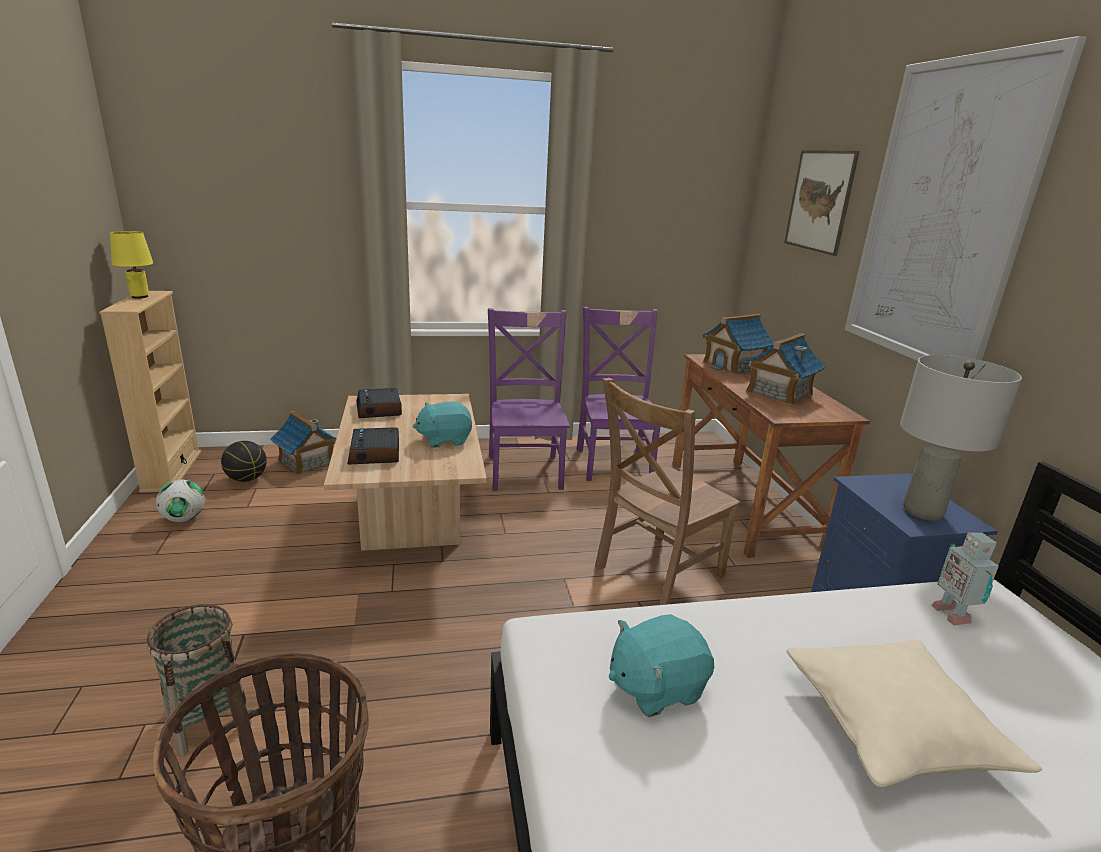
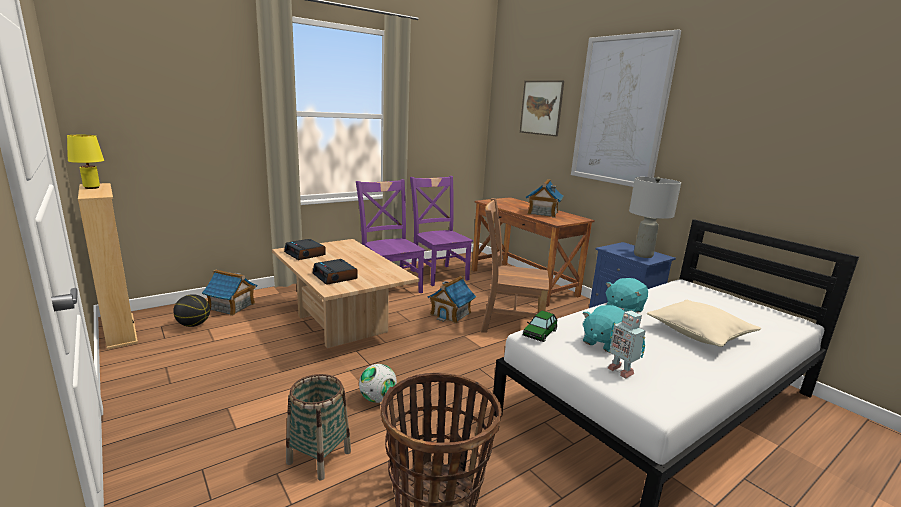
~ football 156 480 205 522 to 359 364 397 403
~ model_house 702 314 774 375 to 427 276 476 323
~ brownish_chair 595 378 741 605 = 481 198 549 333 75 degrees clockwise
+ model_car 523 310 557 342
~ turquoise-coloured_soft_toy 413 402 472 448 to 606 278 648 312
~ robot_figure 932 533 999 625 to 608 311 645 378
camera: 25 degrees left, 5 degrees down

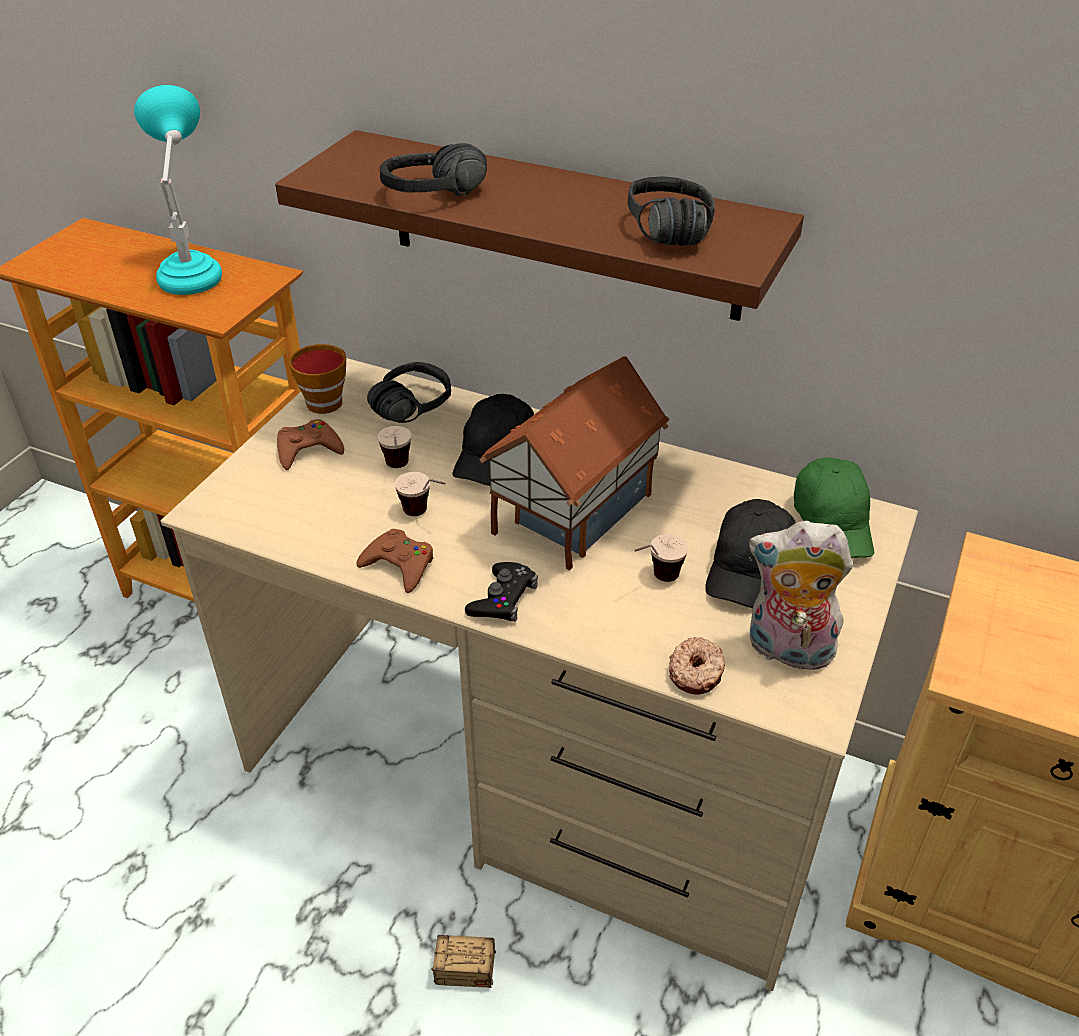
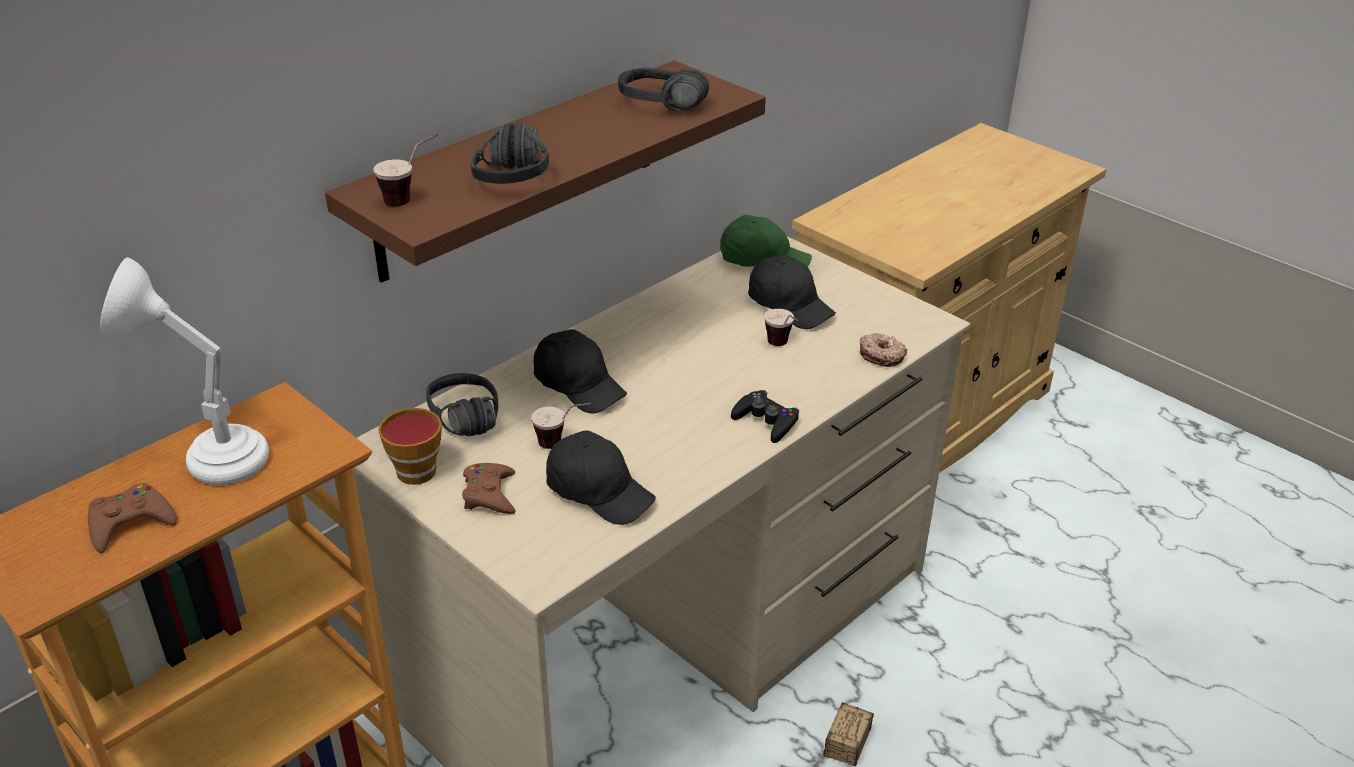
~ brownish_game_controller 356 529 433 593 to 88 483 177 553
~ turquoise-coloured_tabletop_lamp 134 85 222 295 to white_tabletop_lamp 100 257 269 485
~ drinking_cup 395 472 446 516 to 373 133 438 206
+ black-coloured_peaked_cap 546 431 656 525
- model_house 479 356 669 570
- soft_toy 749 521 853 675
camera: 70 degrees left, 5 degrees down

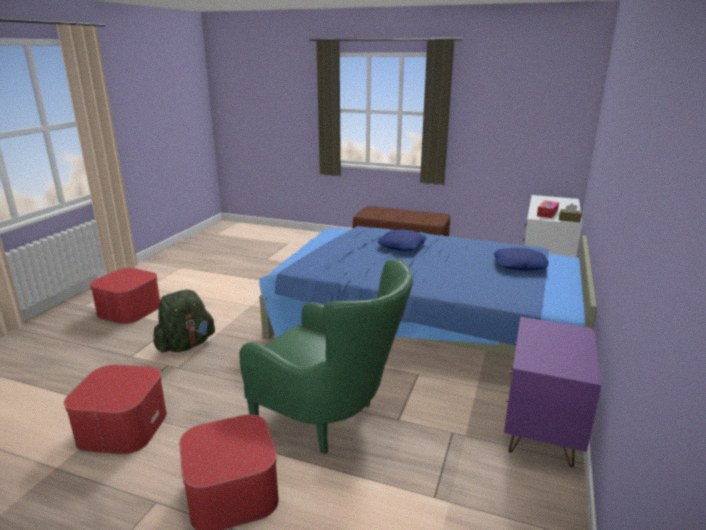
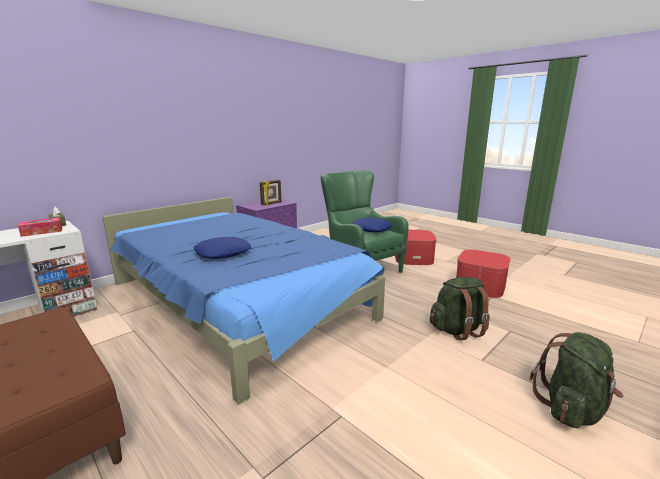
+ standing_frame 260 180 281 205
~ blue-coloured_pillow 494 248 549 271 to 352 218 392 232
~ footrest 90 268 160 324 to green-coloured_rucksack 530 332 623 428
camera: 155 degrees left, 5 degrees down

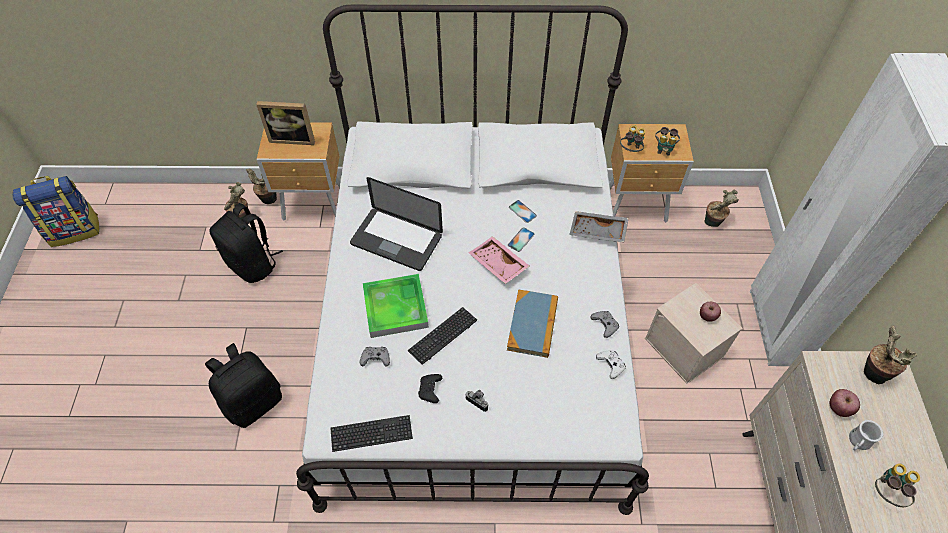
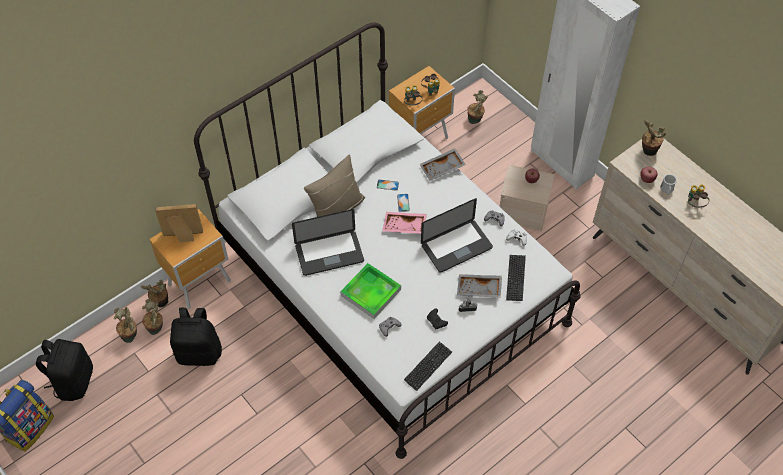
~ black-coloured_rucksack 205 343 282 428 to 36 339 93 401
+ potted_plant 114 307 137 343
~ standing_frame 256 101 315 145 = 155 204 203 242 150 degrees counterclockwise
+ beige-coloured_pillow 304 154 365 217
~ bound_book 507 289 558 358 to notebook_computer 421 198 493 273
+ grey_serving_tray 457 274 502 297
~ computer_keyboard 408 307 477 365 to 506 255 526 301
camera: 40 degrees left, 0 degrees up

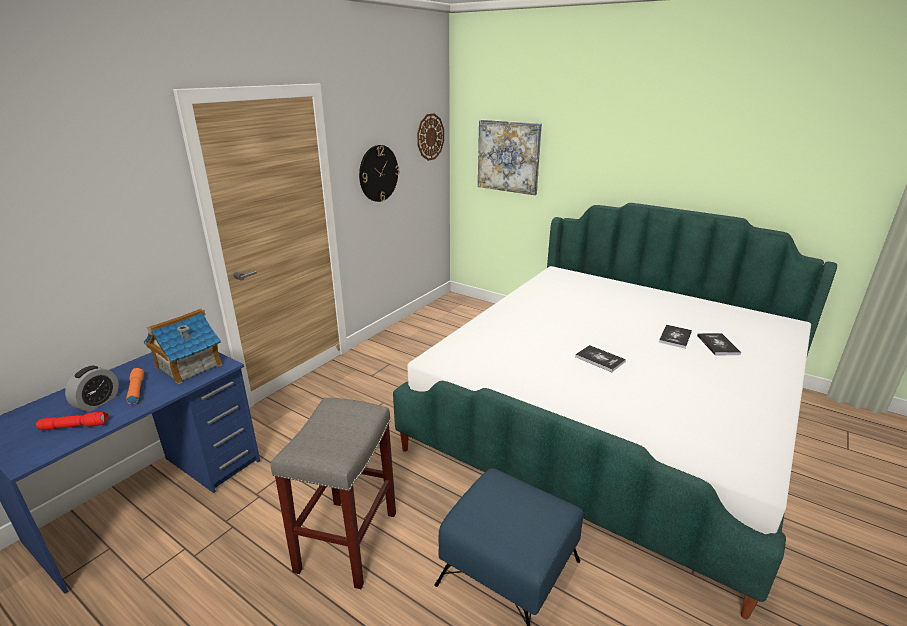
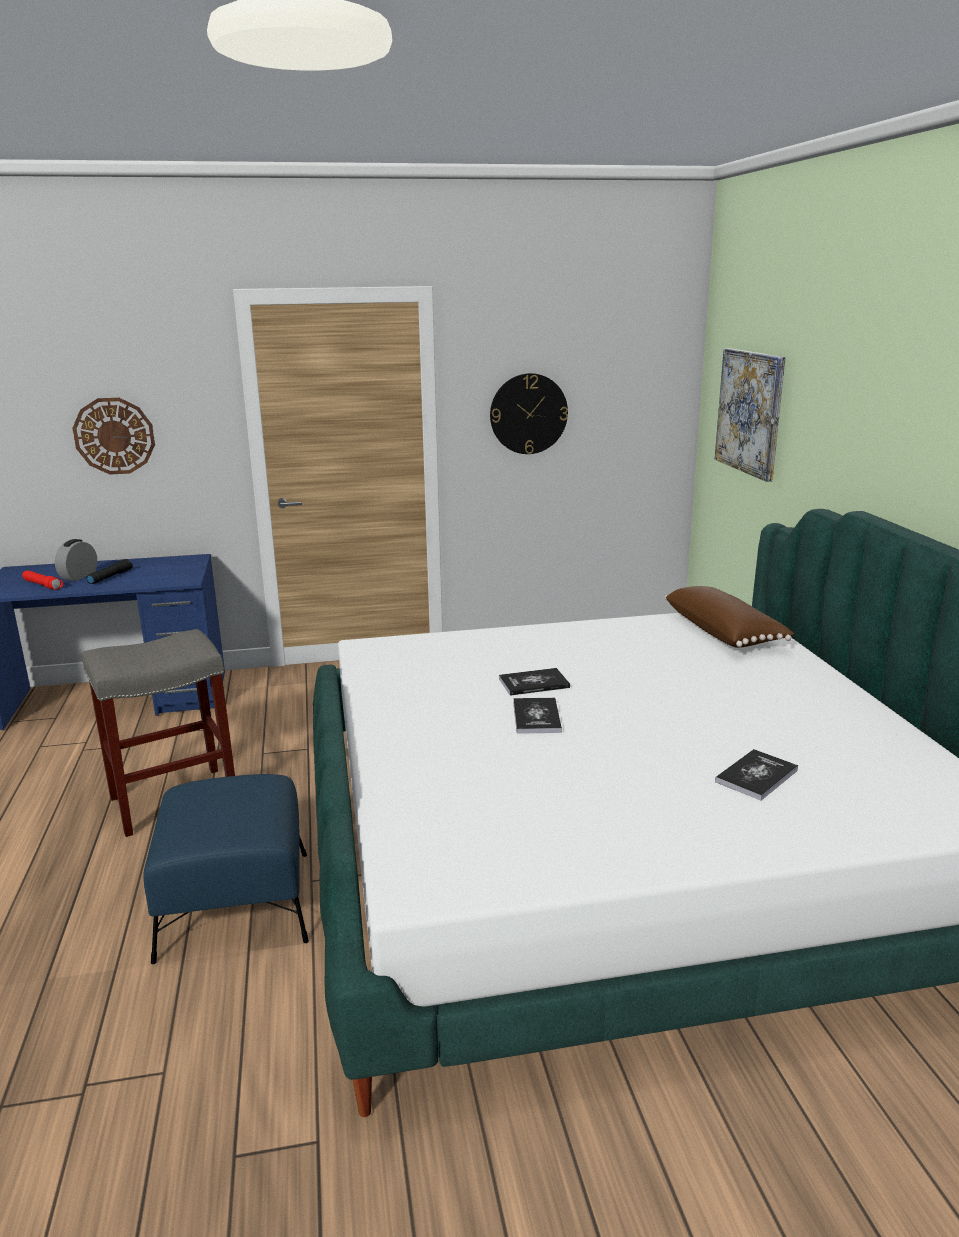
~ bedside_clock 65 365 119 412 = 55 539 97 581 135 degrees clockwise
~ clock_on_the_wall 417 113 444 161 to 73 398 155 475
~ orange_torch 126 368 144 404 to black-coloured_torch 86 559 133 584
~ bound_book 659 325 692 348 to 499 668 570 696
+ brownish_pillow 665 586 794 648
- model_house 144 308 222 384
camera: 45 degrees right, 5 degrees down

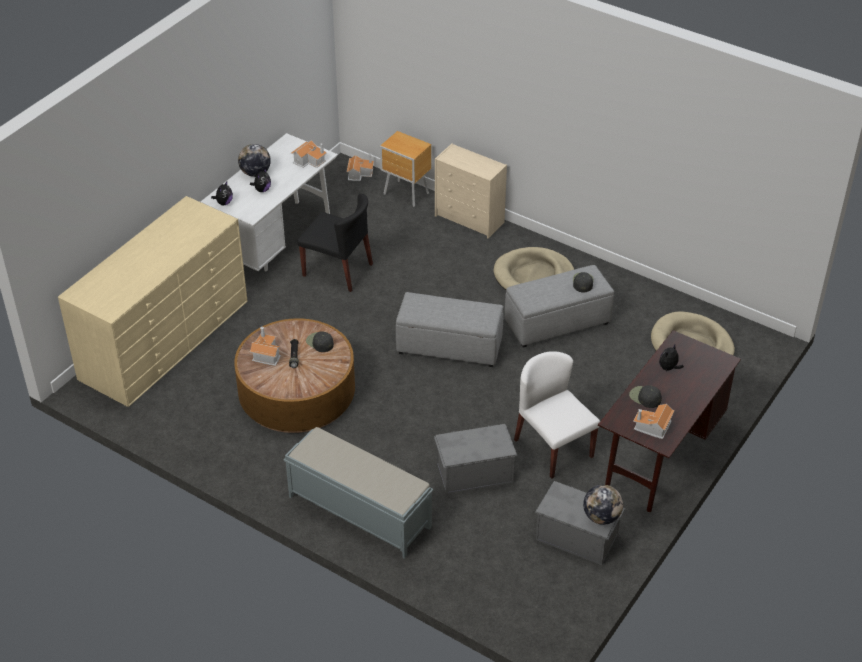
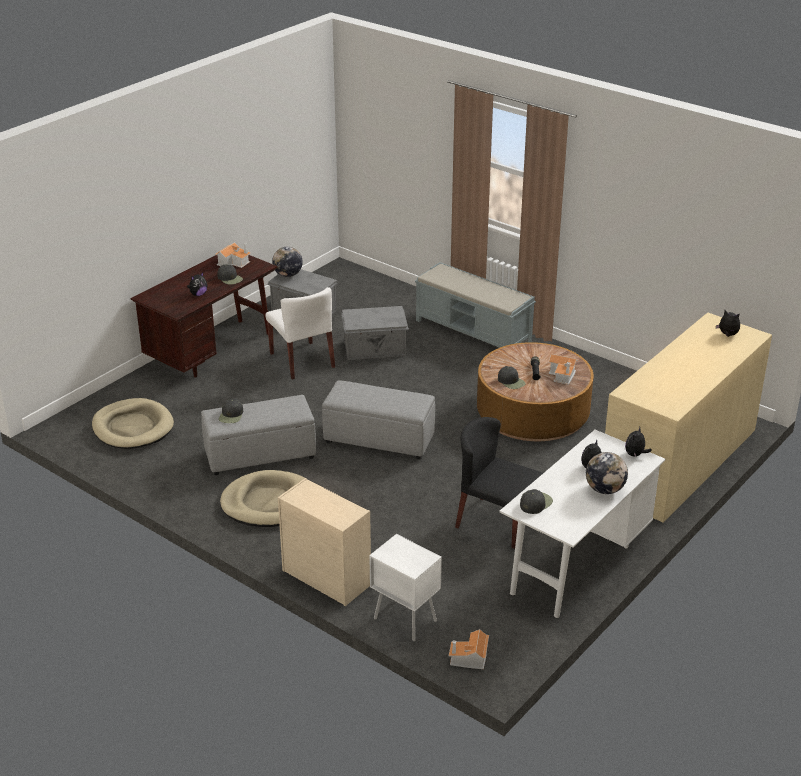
~ brownish_night_table 380 131 431 207 to white_night_table 369 534 442 641
~ model_house 291 140 327 168 to black-coloured_peaked_cap 520 489 553 514
+ soft_toy 716 310 740 337
camera: 175 degrees left, 10 degrees down

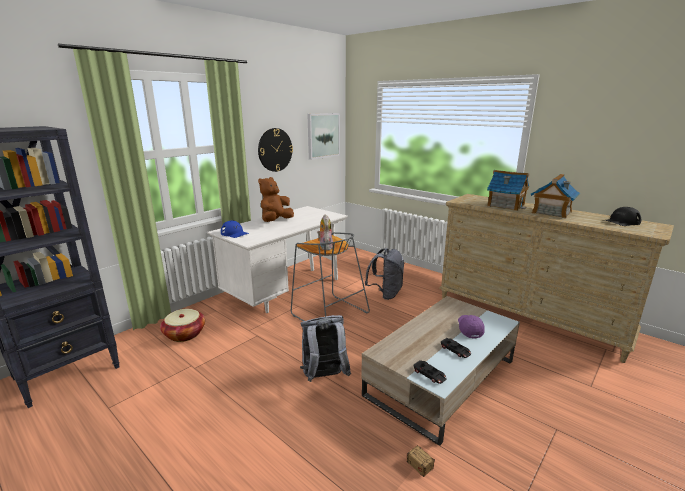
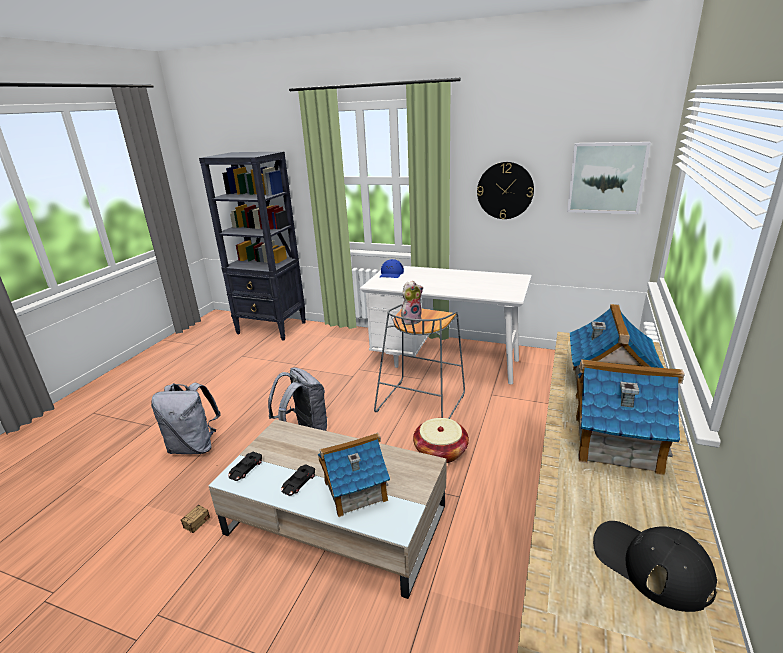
~ grey_rucksack 365 248 405 300 to 151 383 221 454
~ purple-coloured_peaked_cap 458 315 485 339 to model_house 318 433 390 517
~ household_basket 160 309 205 342 to 413 418 469 463
- brownish_soft_toy 258 177 294 222
camera: 70 degrees right, 5 degrees up

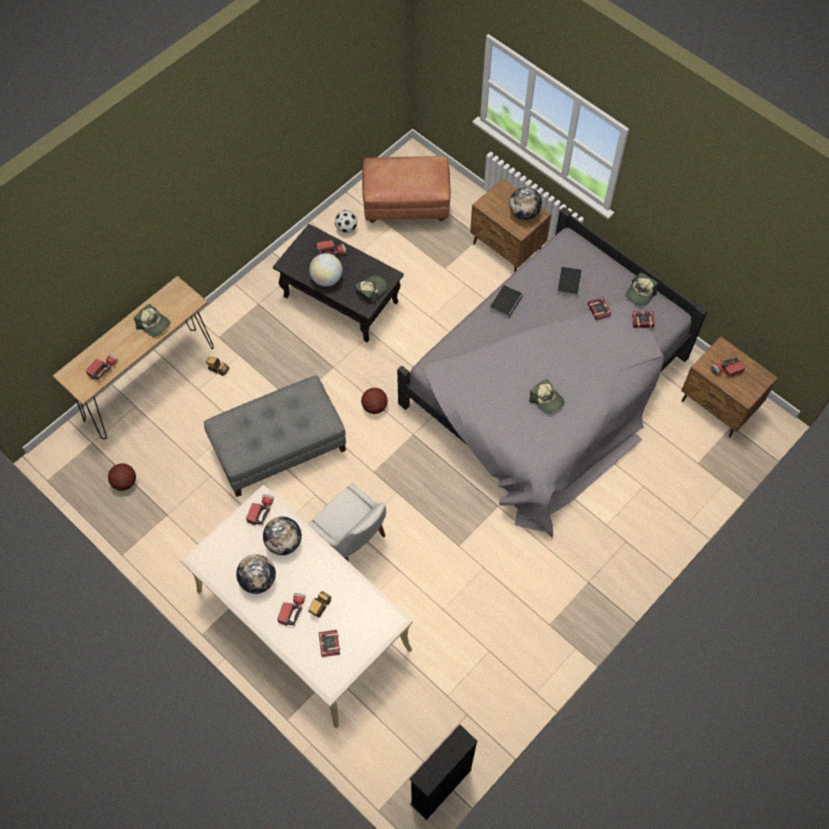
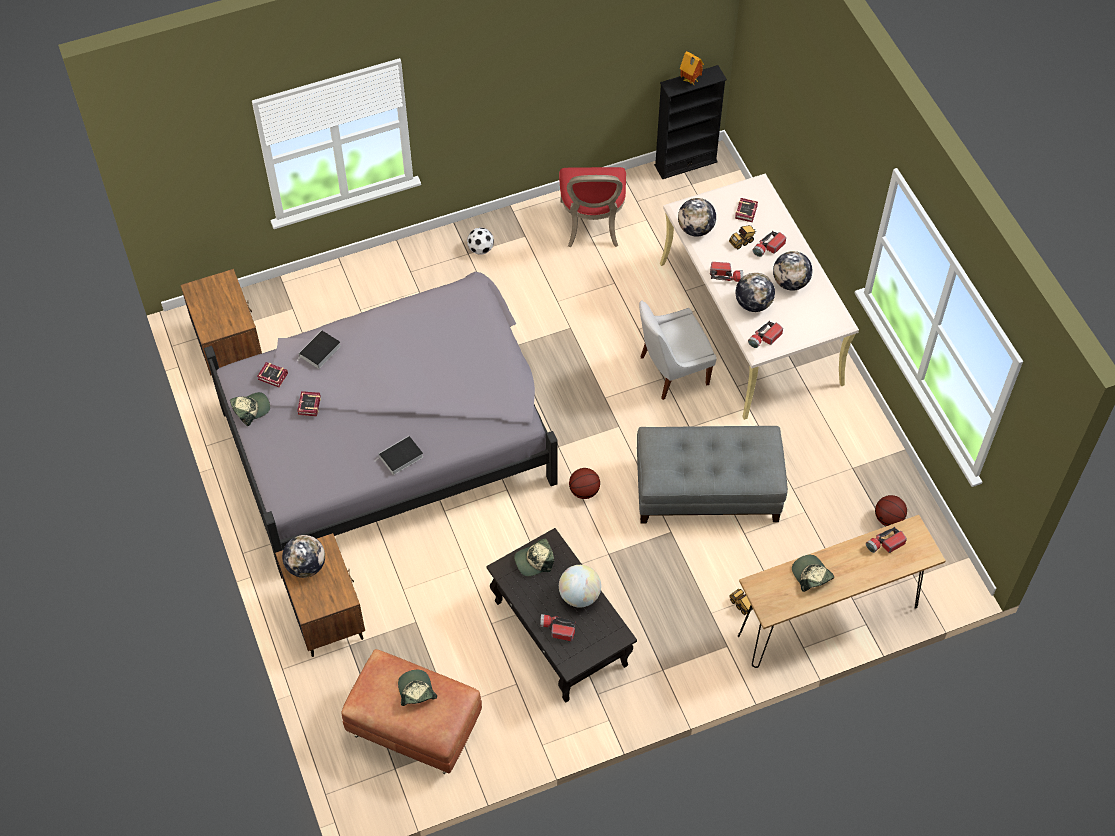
~ bound_book 557 267 583 297 to 296 330 341 369
~ peaked_cap 529 379 565 414 to 398 670 437 706
~ football 335 210 357 233 to 467 228 494 255
+ reddish_chair 559 167 626 248
~ white_chair 308 483 386 562 = 639 300 717 400 90 degrees counterclockwise
+ world_globe 678 198 716 237
+ model_house 680 51 704 85
~ torch 711 357 745 377 to 710 262 744 282
camera: 155 degrees left, 5 degrees down

